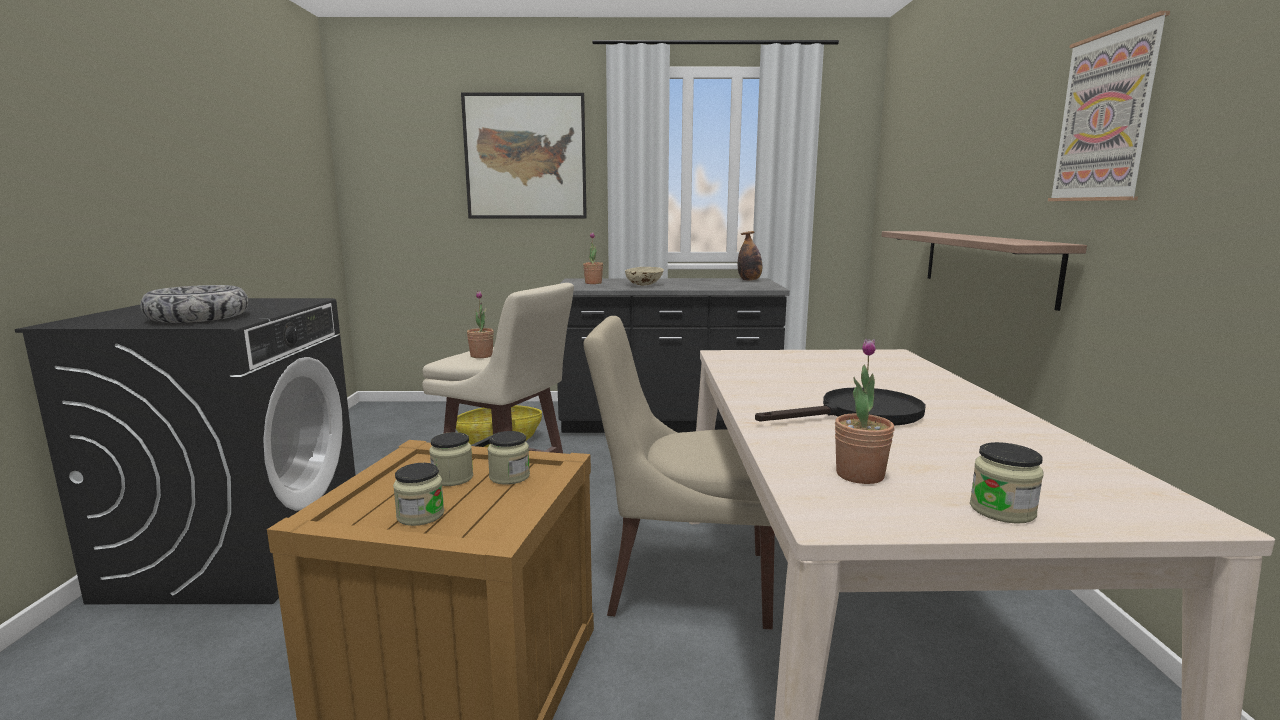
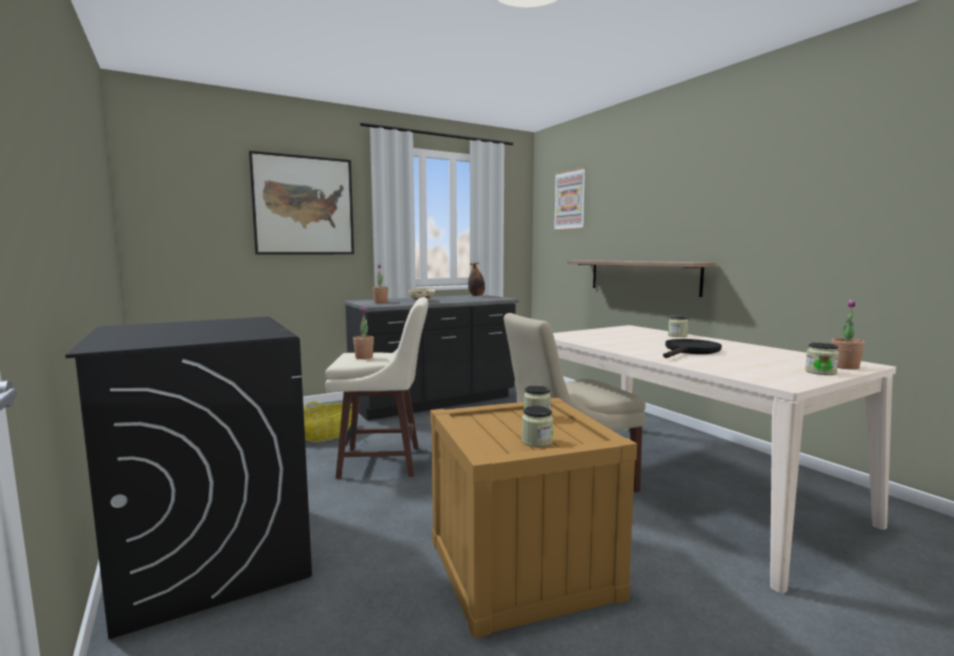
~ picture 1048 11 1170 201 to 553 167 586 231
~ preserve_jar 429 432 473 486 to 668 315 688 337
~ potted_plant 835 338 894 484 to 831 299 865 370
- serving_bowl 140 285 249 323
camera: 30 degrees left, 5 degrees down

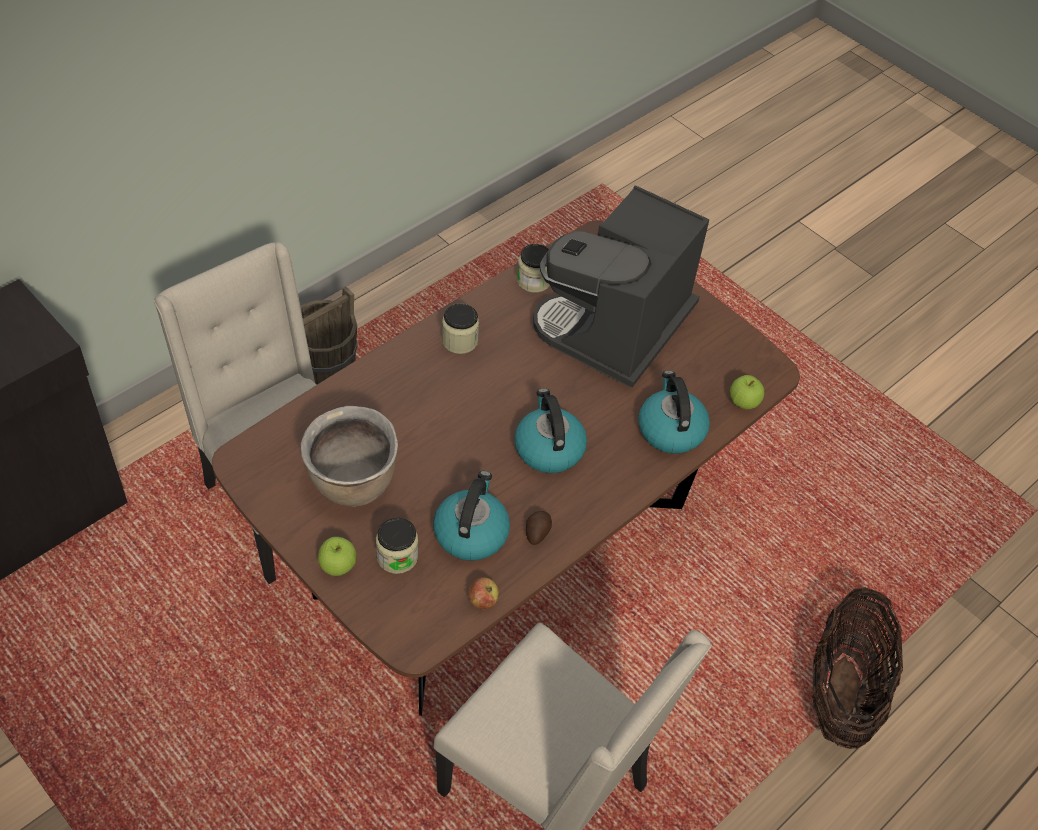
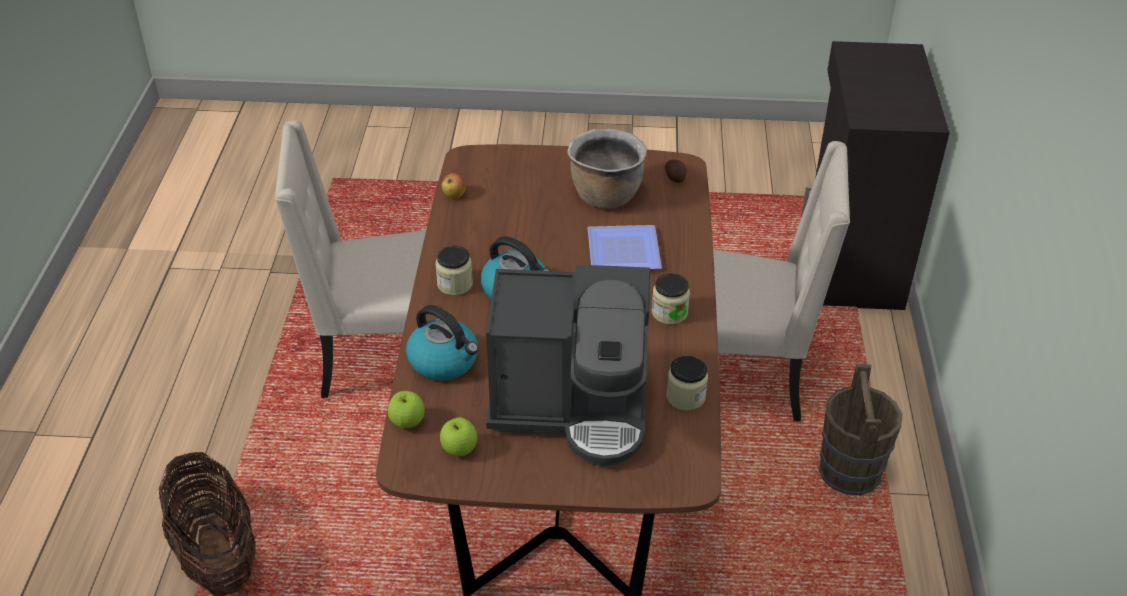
~ preserve_jar 376 518 418 574 to 435 245 473 295
~ apple 318 537 356 576 to 440 417 477 456
~ coffee_brewer 533 185 710 387 = 486 265 650 466 105 degrees clockwise
+ plate 587 225 662 269
~ whole_potato 526 511 552 545 to 665 160 686 183
- tea_kettle 433 471 510 561
camera: 140 degrees right, 10 degrees down

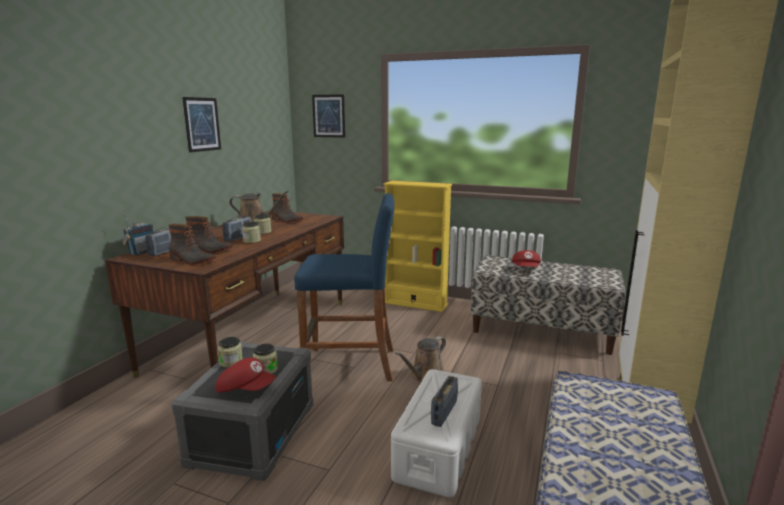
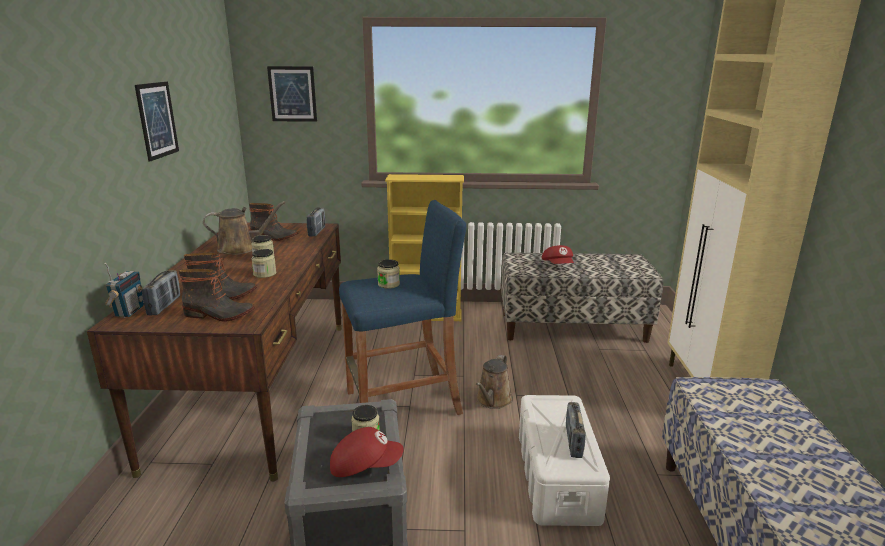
~ radio 222 216 251 242 to 307 207 325 237
~ preserve_jar 218 337 243 368 to 377 259 400 289
camera: 20 degrees left, 5 degrees up

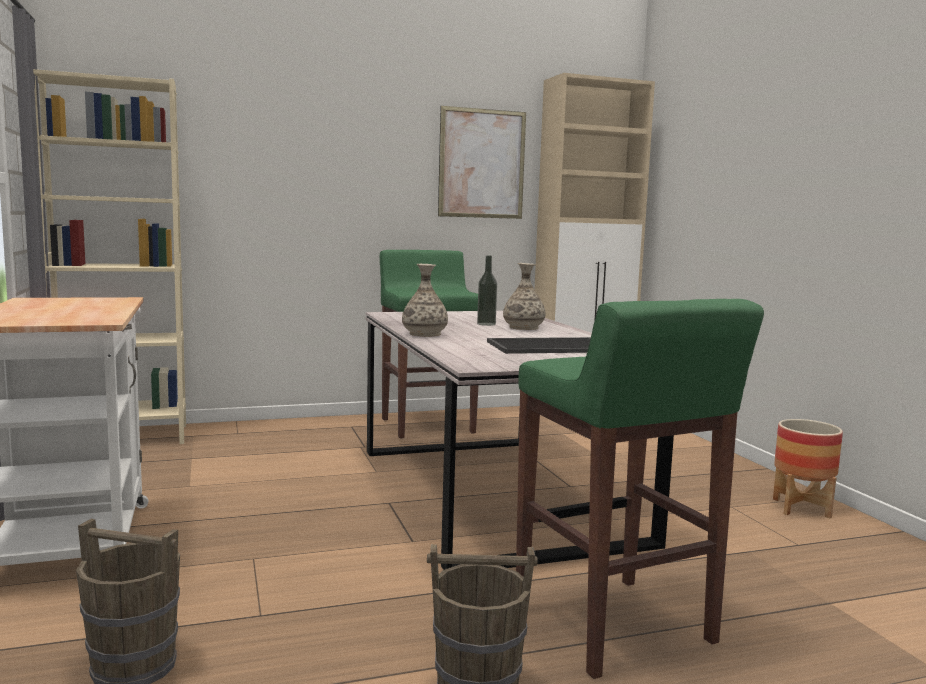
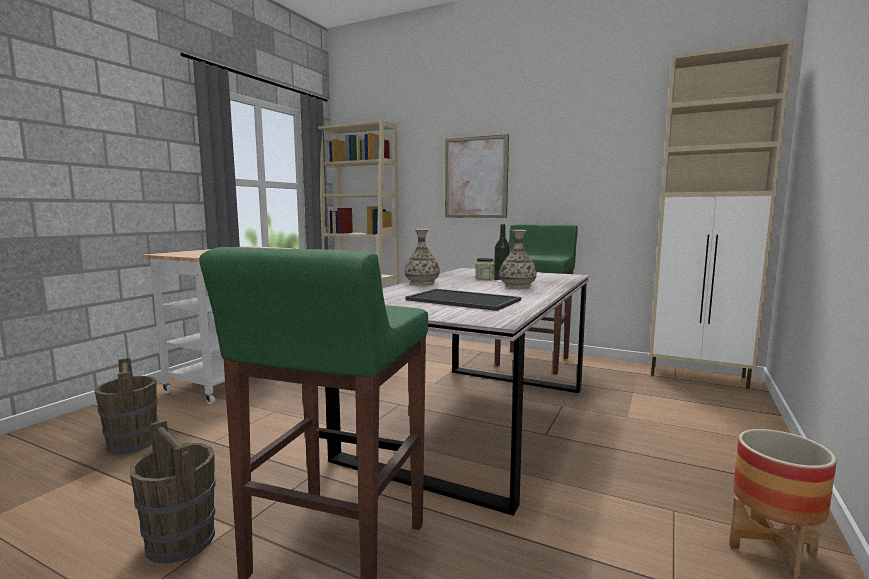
~ picture 438 106 526 219 to 445 134 509 218
+ preserve_jar 476 258 494 280
camera: 45 degrees right, 0 degrees up

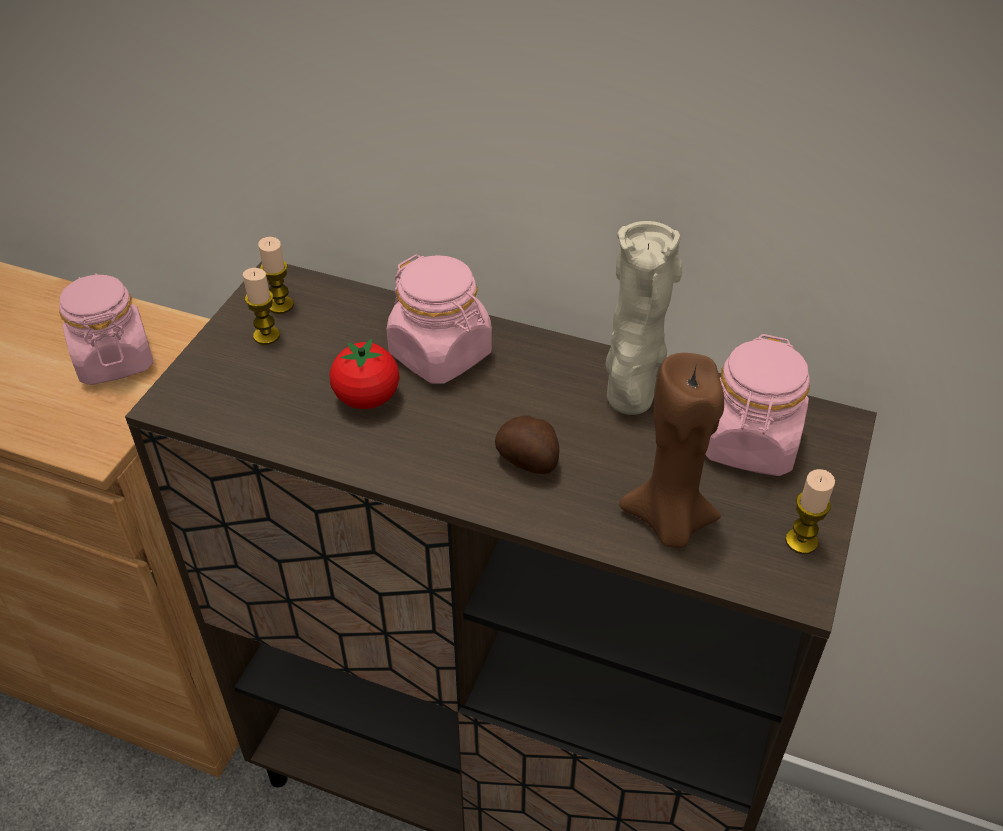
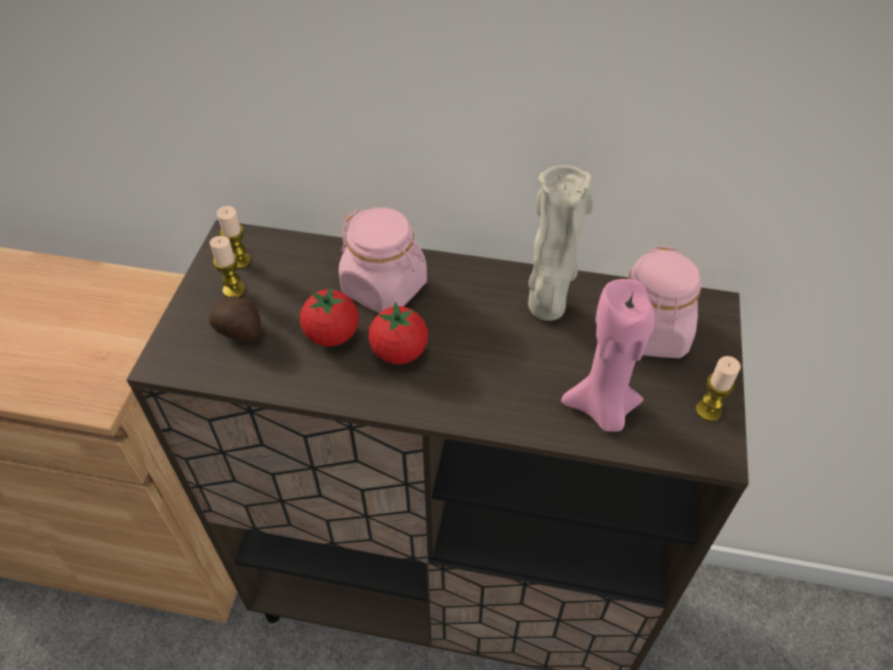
~ whole_potato 495 415 559 474 to 209 296 261 341
+ fresh_tomato 368 302 428 364
~ brownish_wax_light 619 353 724 548 to pinkish_wax_light 561 279 655 432
- pinkish_preserve_jar 59 273 154 385
camera: 10 degrees left, 5 degrees up

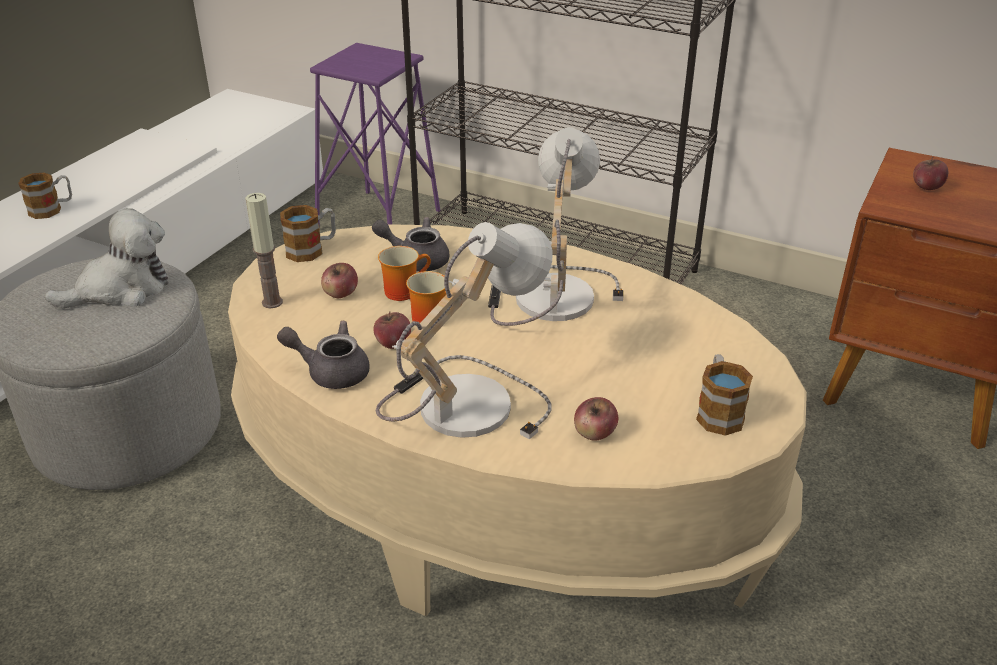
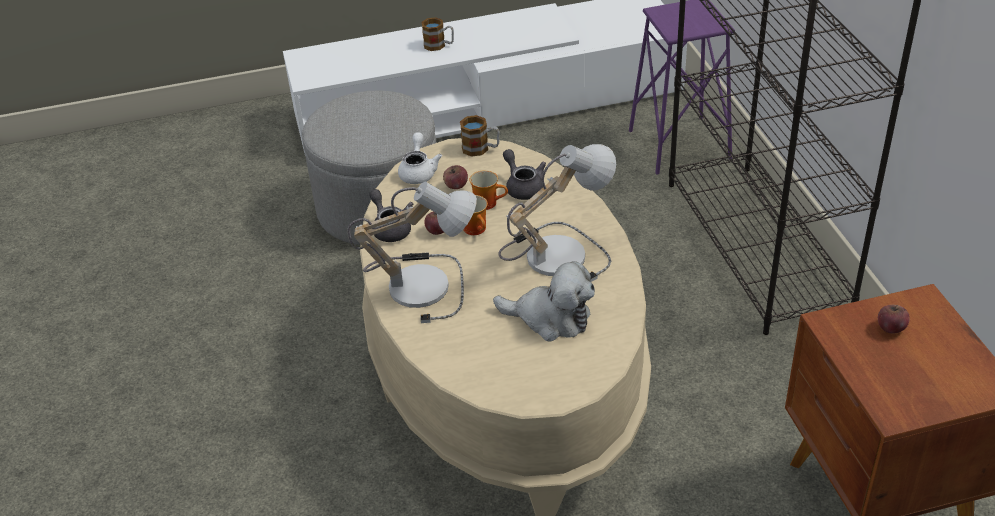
~ wax_light 245 193 283 308 to white_teapot 398 132 442 184
~ soft_toy 45 208 169 308 to 493 261 595 342
- apple 574 397 618 441
- mug 696 354 753 436
camera: 50 degrees right, 5 degrees up

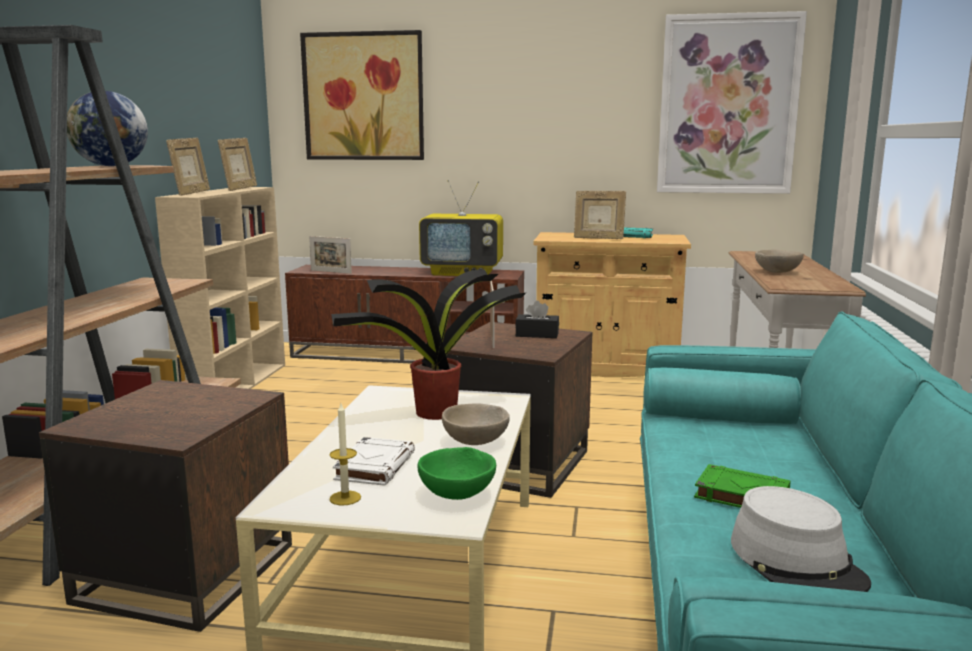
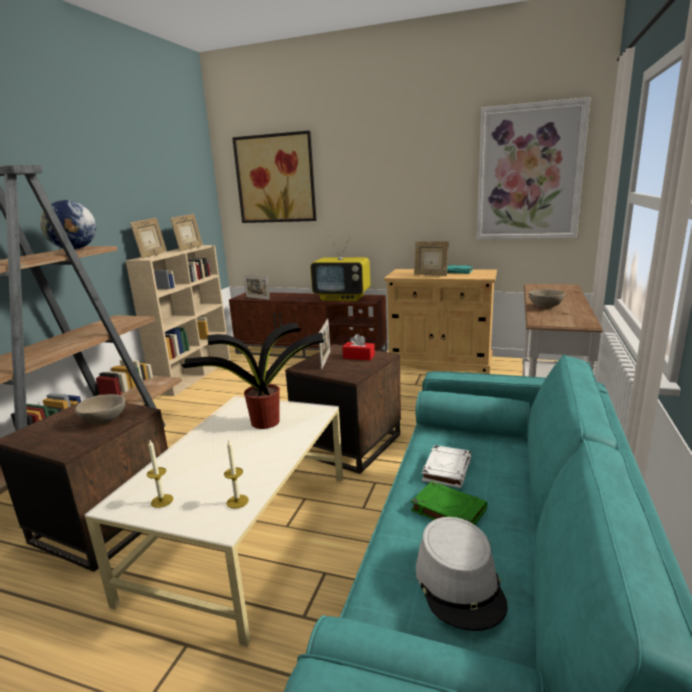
~ beige-coloured_serving_bowl 442 404 510 445 to 75 394 125 424
~ green-coloured_serving_bowl 418 447 496 500 to wax_light 224 440 249 509
~ black-coloured_tissue_holder 515 301 559 338 to reddish_tissue_holder 342 334 375 360
~ white_bound_book 333 437 415 486 to 422 445 472 488
camera: 10 degrees right, 5 degrees up

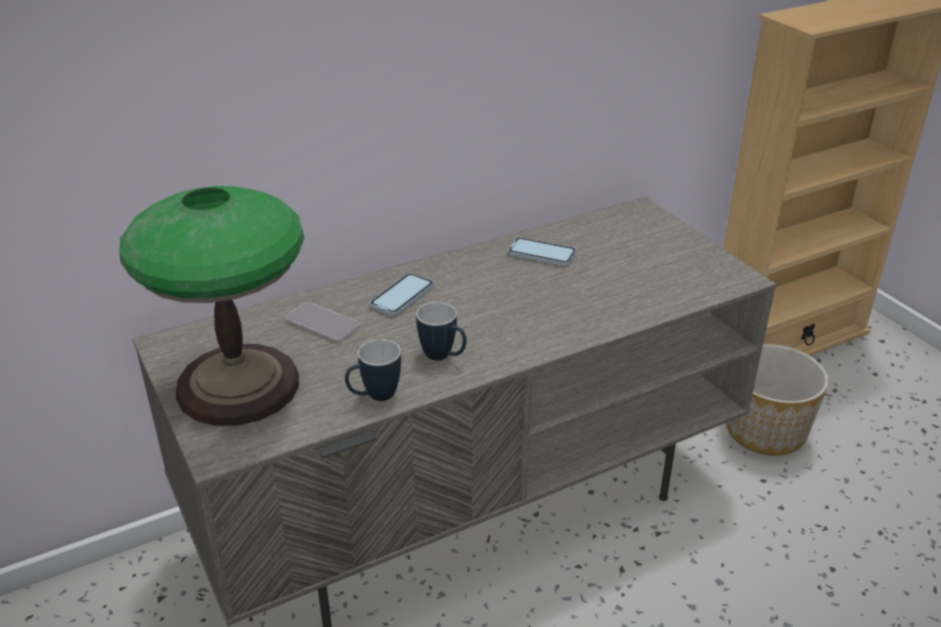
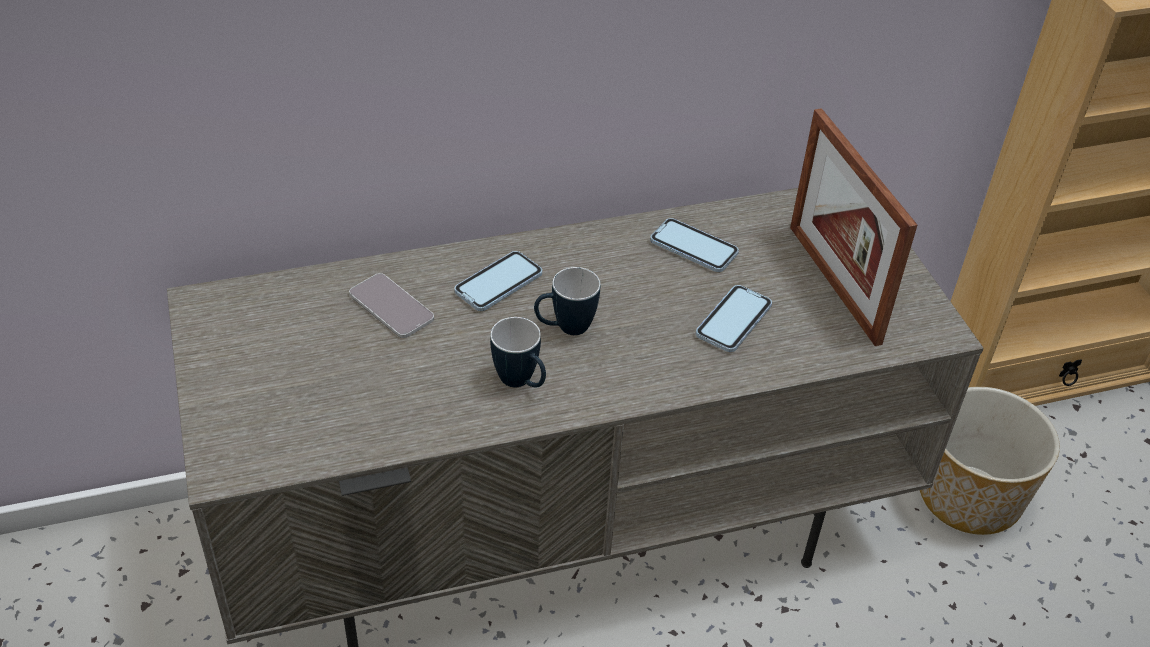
~ mug 345 339 401 401 to 534 267 600 335
+ phone 696 285 772 352
+ standing_frame 790 108 917 346
- tabletop_lamp 119 186 304 426
camera: 10 degrees right, 10 degrees up

